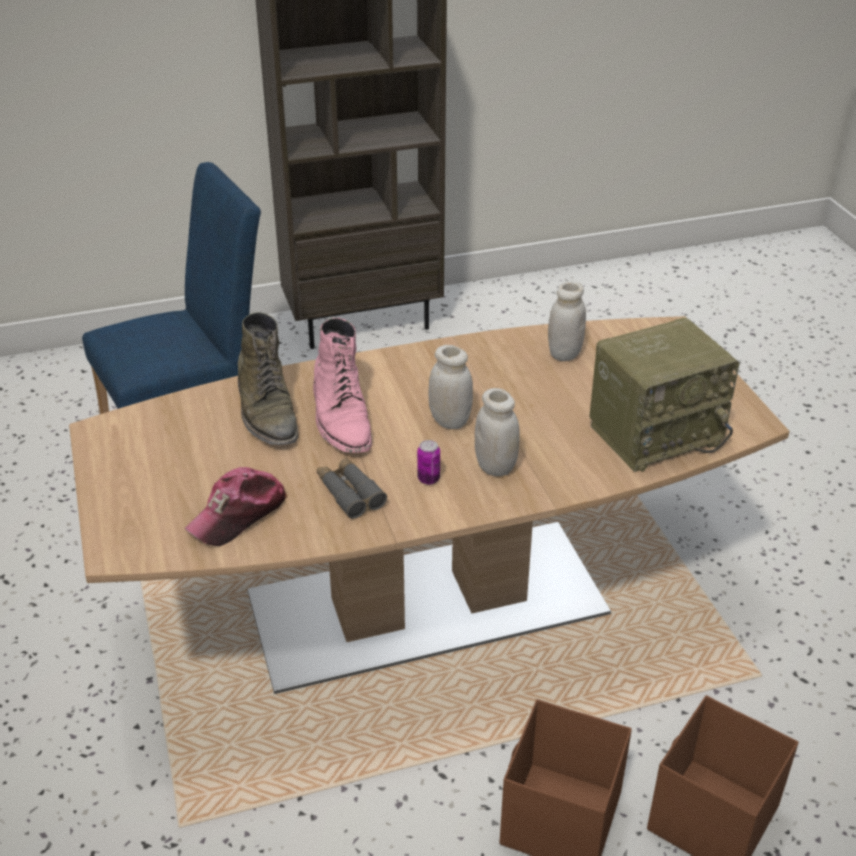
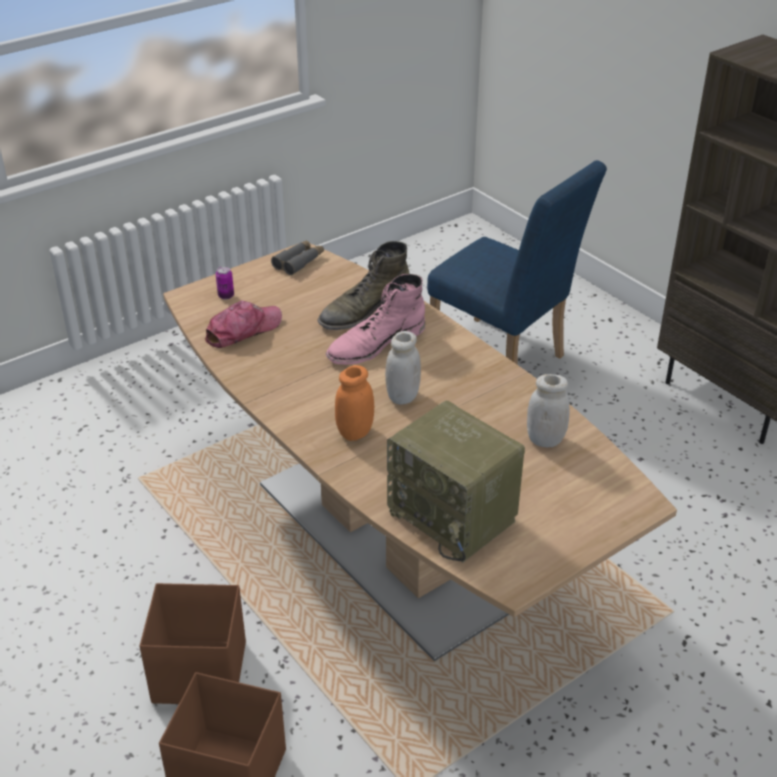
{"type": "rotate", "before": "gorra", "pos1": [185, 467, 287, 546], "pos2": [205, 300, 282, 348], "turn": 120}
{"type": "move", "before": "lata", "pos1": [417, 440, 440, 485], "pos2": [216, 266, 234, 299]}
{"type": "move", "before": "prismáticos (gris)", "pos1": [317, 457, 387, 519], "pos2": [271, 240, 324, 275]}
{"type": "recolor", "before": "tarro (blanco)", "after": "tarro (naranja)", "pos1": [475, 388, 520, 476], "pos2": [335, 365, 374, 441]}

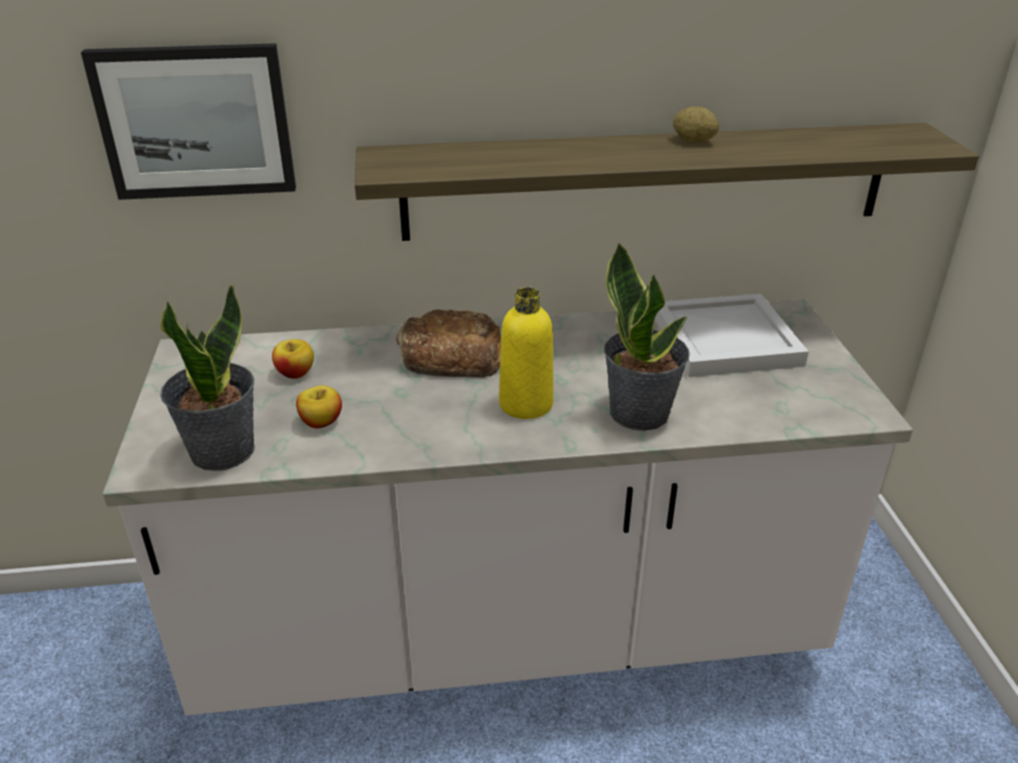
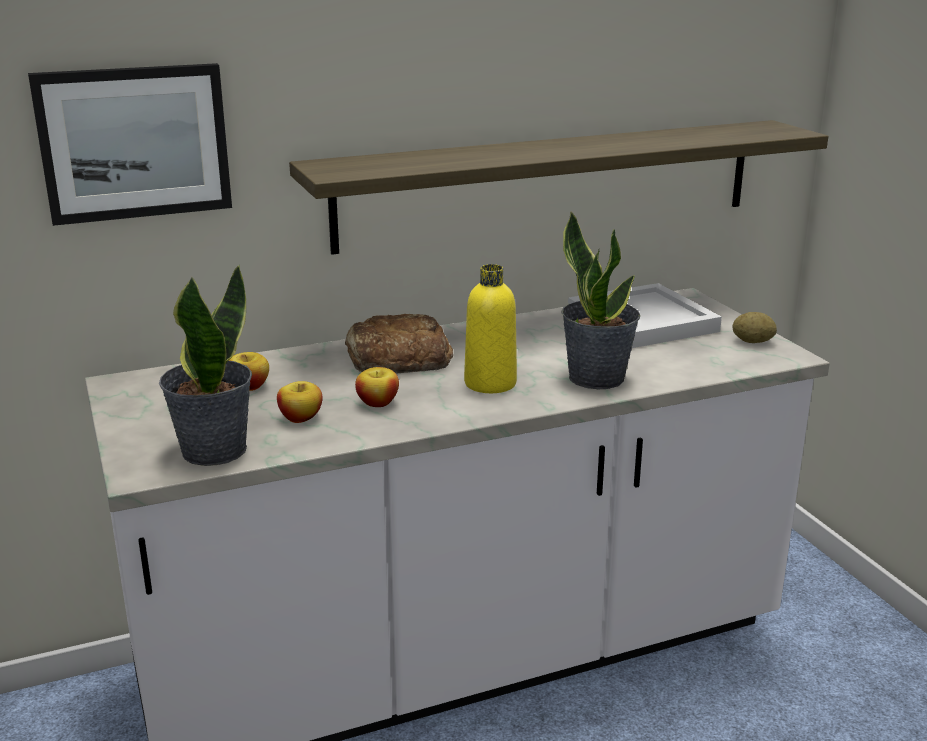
{"type": "insert", "after": "manzana", "pos2": [355, 367, 399, 407]}
{"type": "move", "before": "patata", "pos1": [673, 106, 719, 142], "pos2": [733, 312, 777, 343]}

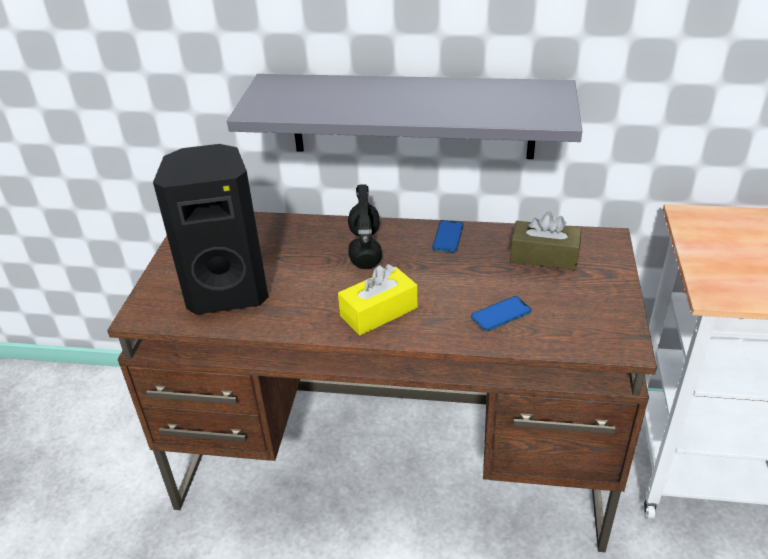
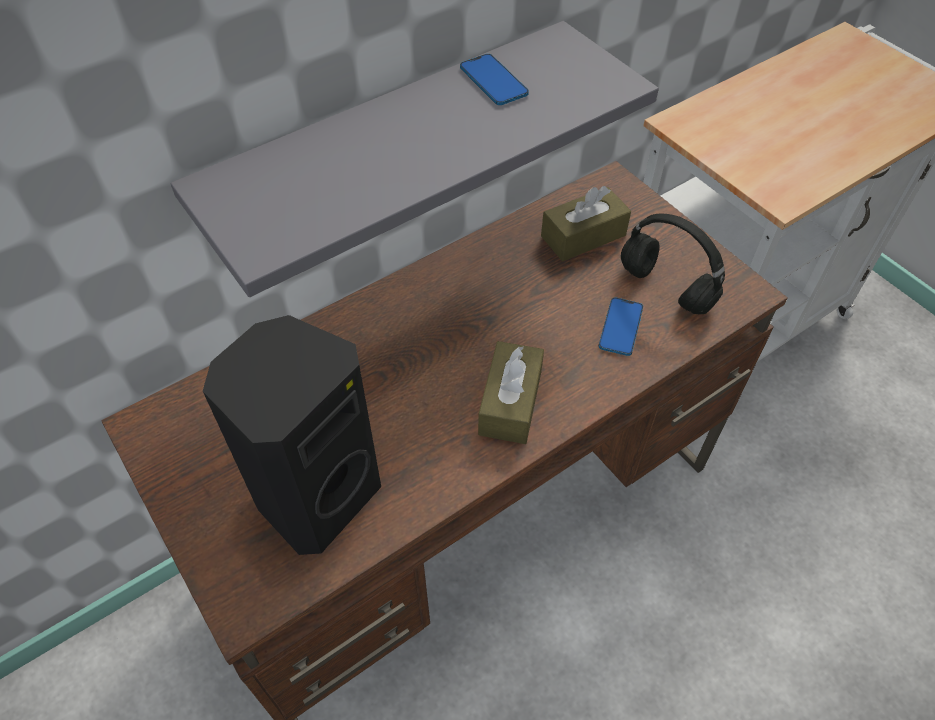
{"type": "move", "before": "móvil", "pos1": [432, 220, 464, 252], "pos2": [460, 54, 529, 105]}
{"type": "recolor", "before": "caja de pañuelos (amarillo)", "after": "caja de pañuelos (marrón)", "pos1": [338, 264, 418, 335], "pos2": [478, 341, 544, 444]}
{"type": "move", "before": "auriculares (negro)", "pos1": [348, 184, 382, 269], "pos2": [621, 213, 725, 314]}

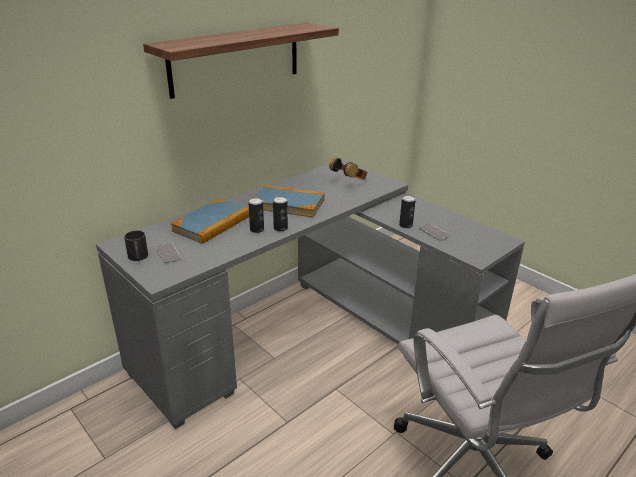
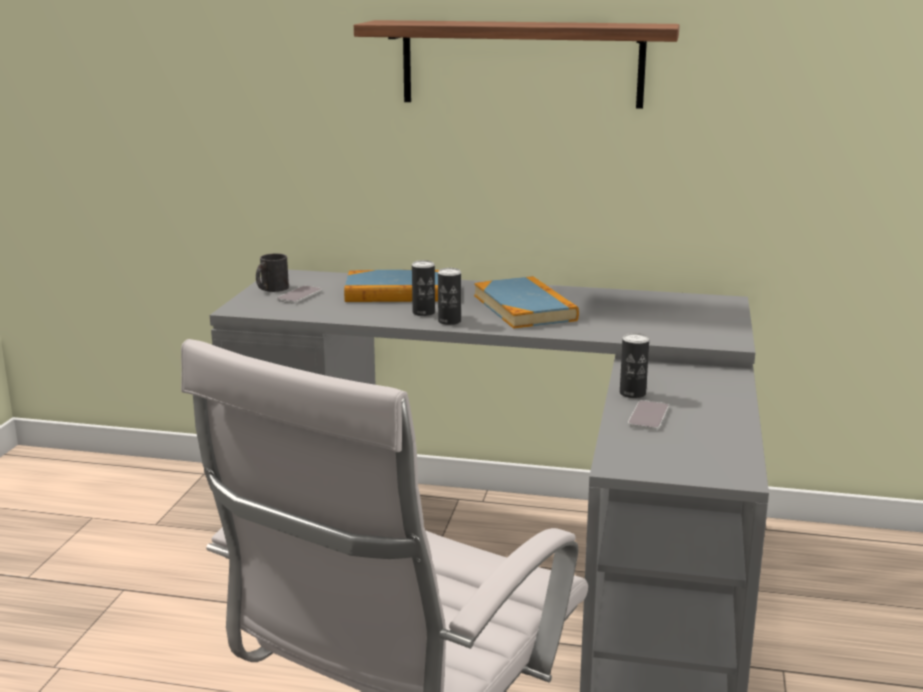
{"type": "delete", "before": "auriculares", "pos1": [329, 157, 367, 179]}

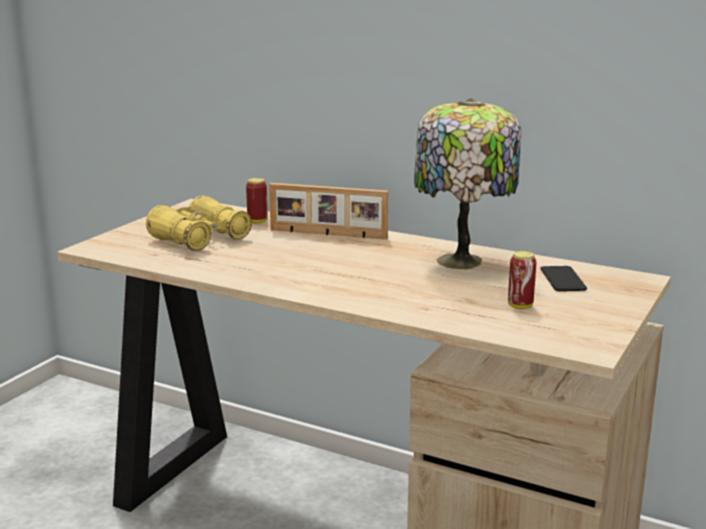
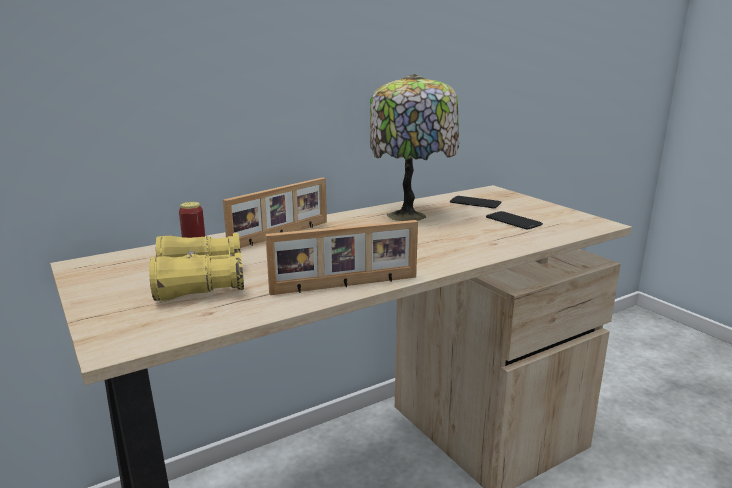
{"type": "insert", "after": "portarretratos", "pos2": [265, 220, 418, 295]}
{"type": "replace", "before": "lata", "after": "móvil", "pos1": [508, 251, 536, 309], "pos2": [486, 211, 543, 229]}

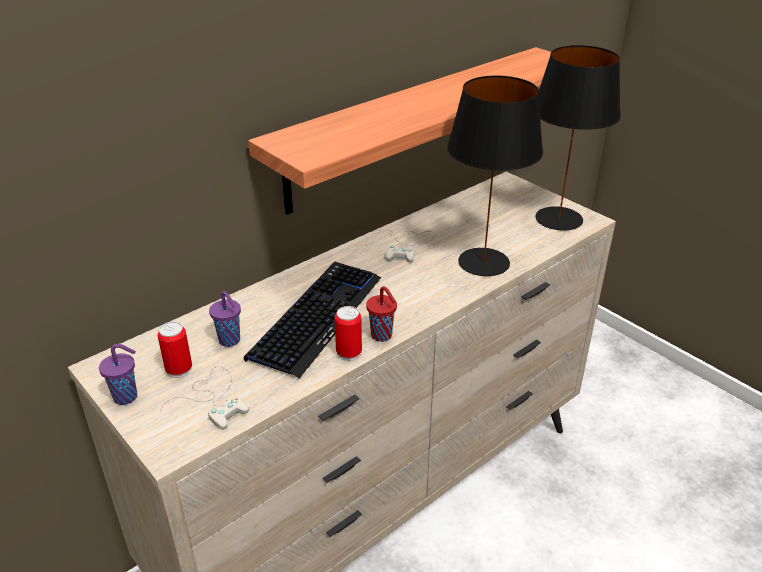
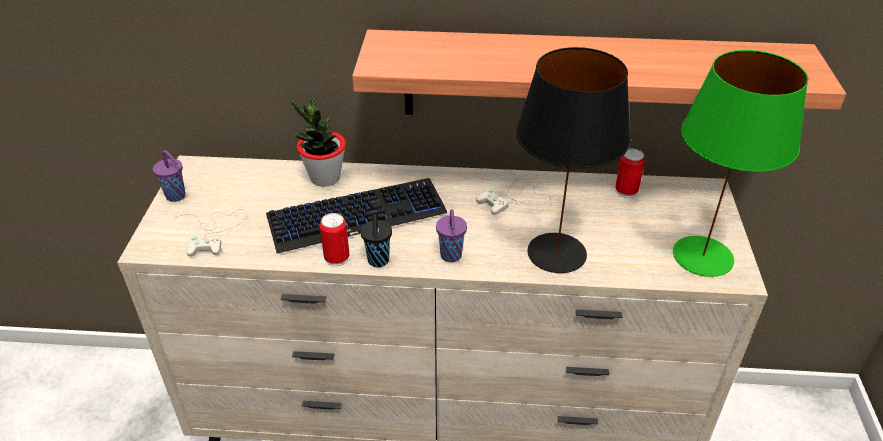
{"type": "insert", "after": "planta en maceta", "pos2": [291, 98, 346, 187]}
{"type": "recolor", "before": "taza (rojo)", "after": "taza (negro)", "pos1": [366, 286, 397, 342], "pos2": [361, 214, 392, 267]}
{"type": "move", "before": "taza (morado)", "pos1": [209, 291, 241, 347], "pos2": [436, 209, 467, 263]}
{"type": "move", "before": "lata", "pos1": [158, 322, 192, 378], "pos2": [615, 149, 645, 198]}
{"type": "recolor", "before": "lámpara de mesa (negro)", "after": "lámpara de mesa (verde)", "pos1": [535, 45, 621, 231], "pos2": [673, 50, 808, 277]}

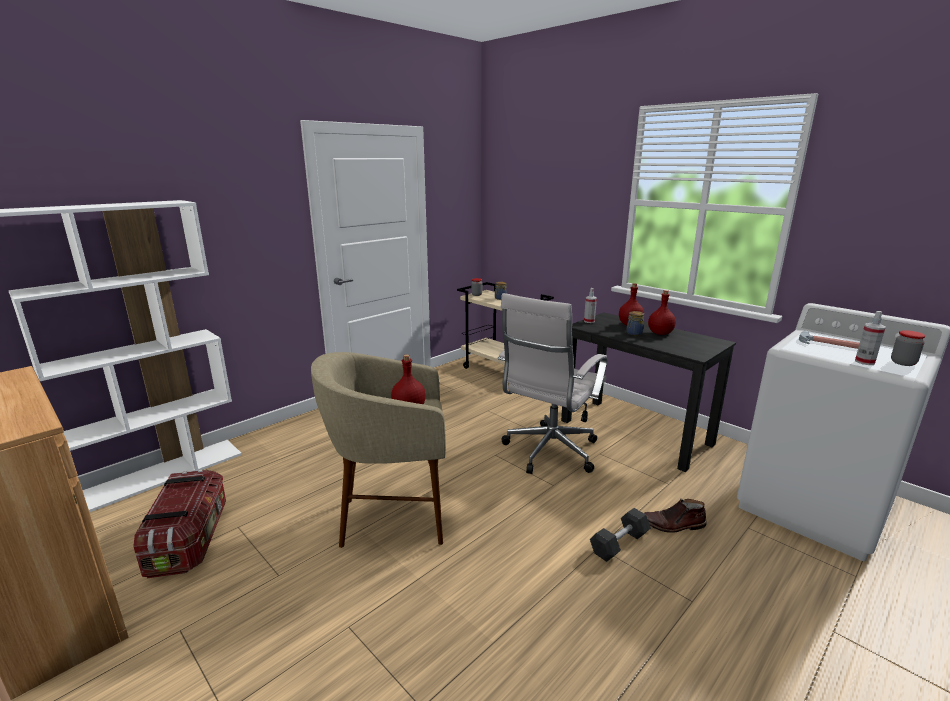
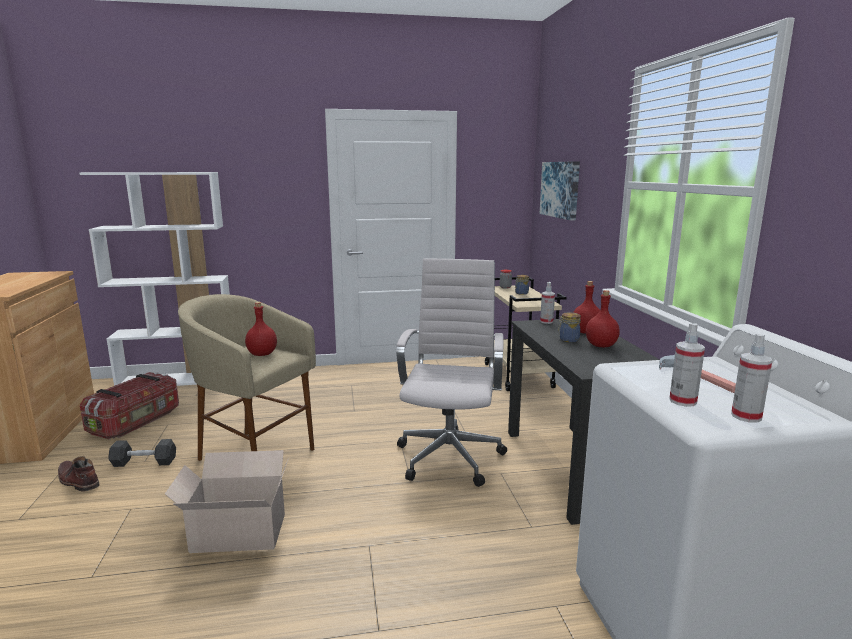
{"type": "move", "before": "bota (marrón)", "pos1": [644, 499, 707, 533], "pos2": [58, 456, 100, 492]}
{"type": "move", "before": "mancuerna (gris)", "pos1": [590, 508, 651, 562], "pos2": [108, 439, 176, 467]}
{"type": "insert", "after": "caja de cartón", "pos2": [165, 450, 289, 553]}
{"type": "rotate", "before": "silla de oficina (blanco)", "pos1": [497, 293, 607, 474], "pos2": [396, 258, 507, 487], "turn": 120}
{"type": "insert", "after": "cuadro", "pos2": [540, 161, 580, 221]}
{"type": "replace", "before": "tarro", "after": "pulverizador", "pos1": [891, 330, 926, 366], "pos2": [731, 334, 773, 423]}

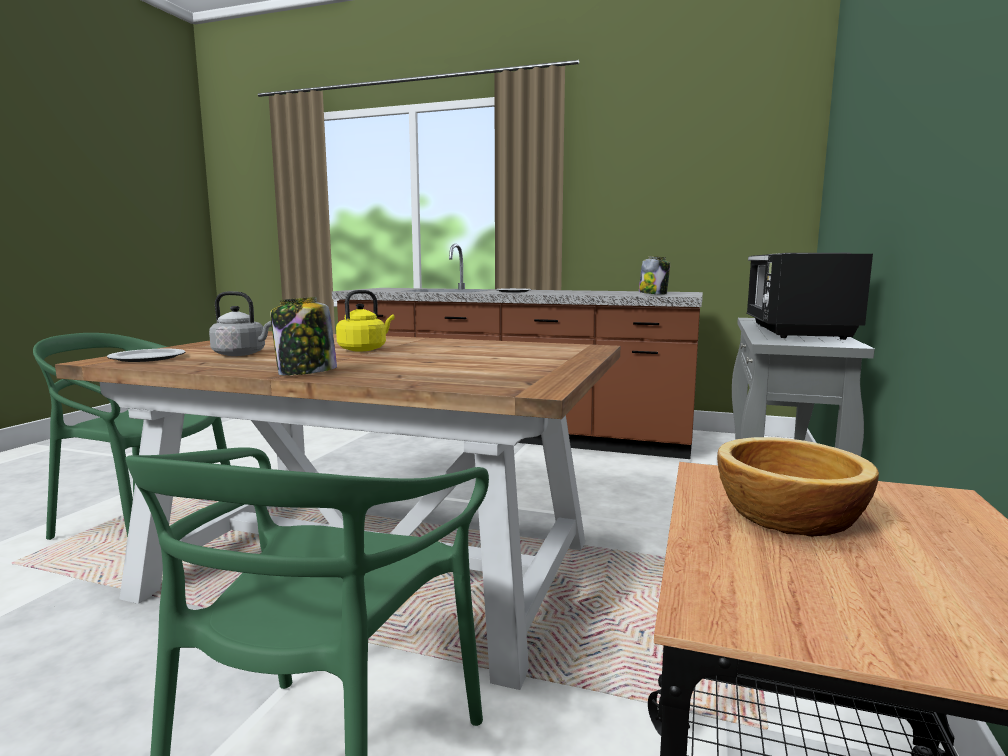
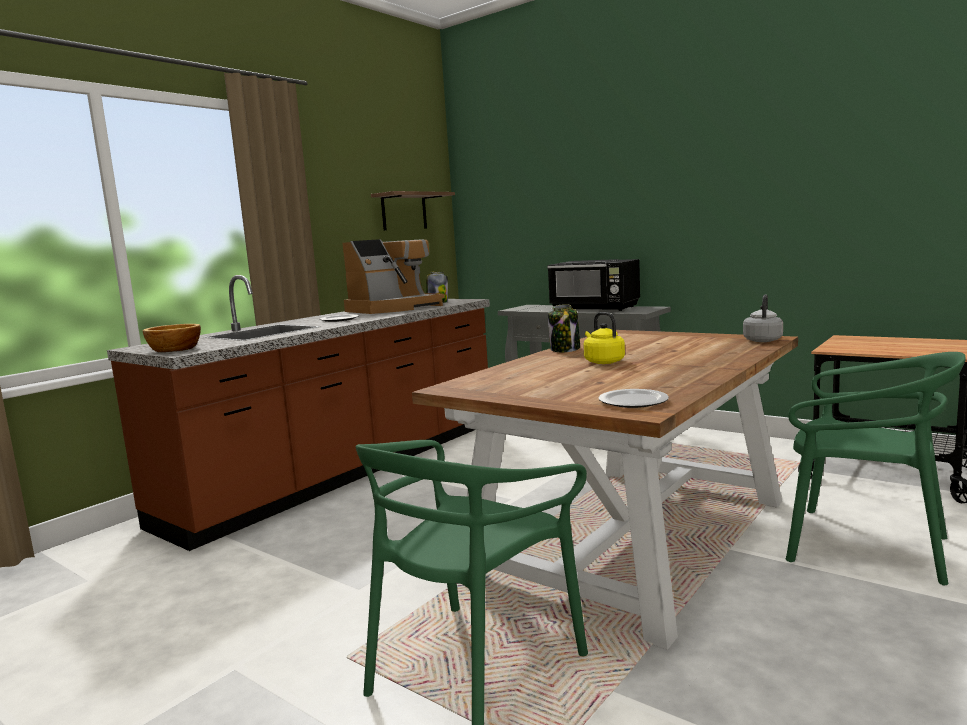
{"type": "move", "before": "cuenco", "pos1": [717, 437, 879, 537], "pos2": [143, 324, 201, 352]}
{"type": "insert", "after": "cafetera", "pos2": [342, 239, 445, 314]}
{"type": "insert", "after": "estante", "pos2": [371, 191, 455, 230]}
{"type": "move", "before": "tarro", "pos1": [270, 297, 337, 376], "pos2": [548, 304, 580, 352]}
{"type": "move", "before": "hervidor (gris)", "pos1": [209, 291, 271, 356], "pos2": [743, 294, 783, 342]}

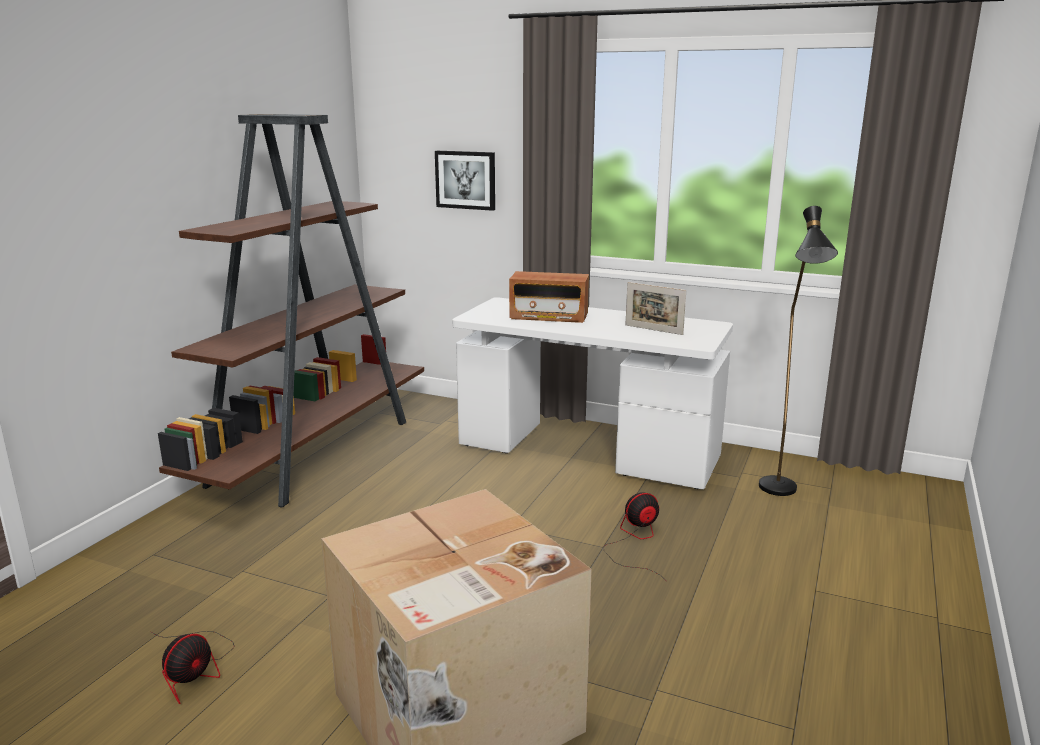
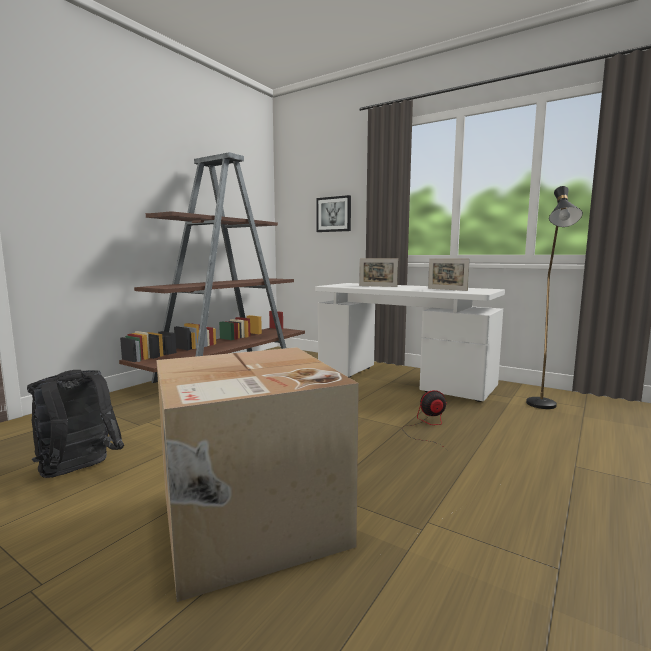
{"type": "replace", "before": "ventilador", "after": "mochila (negro)", "pos1": [151, 631, 234, 704], "pos2": [27, 370, 124, 478]}
{"type": "replace", "before": "radio", "after": "portarretratos", "pos1": [509, 271, 589, 323], "pos2": [359, 258, 398, 287]}

